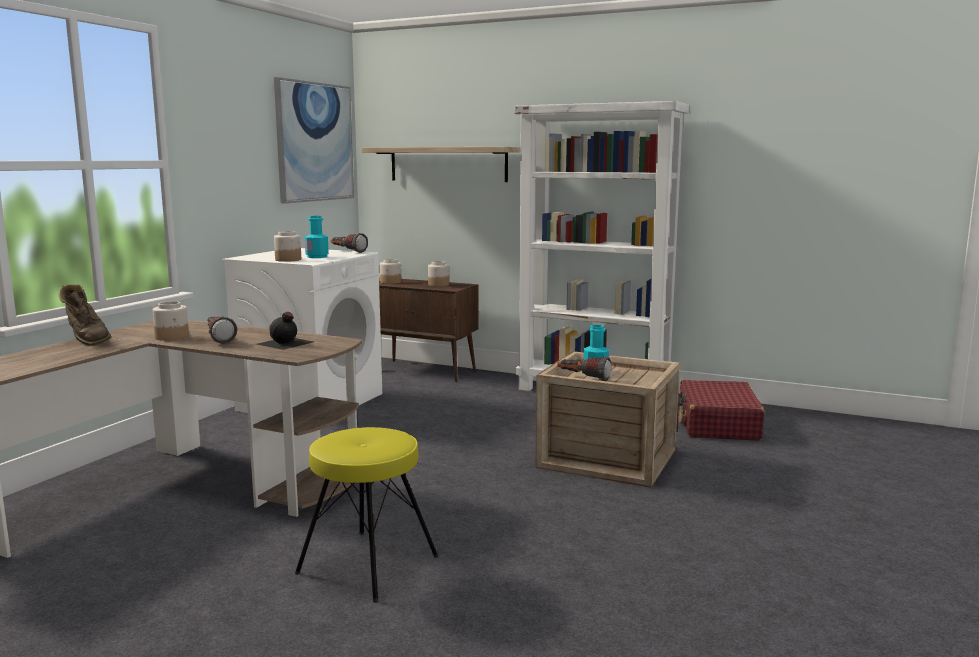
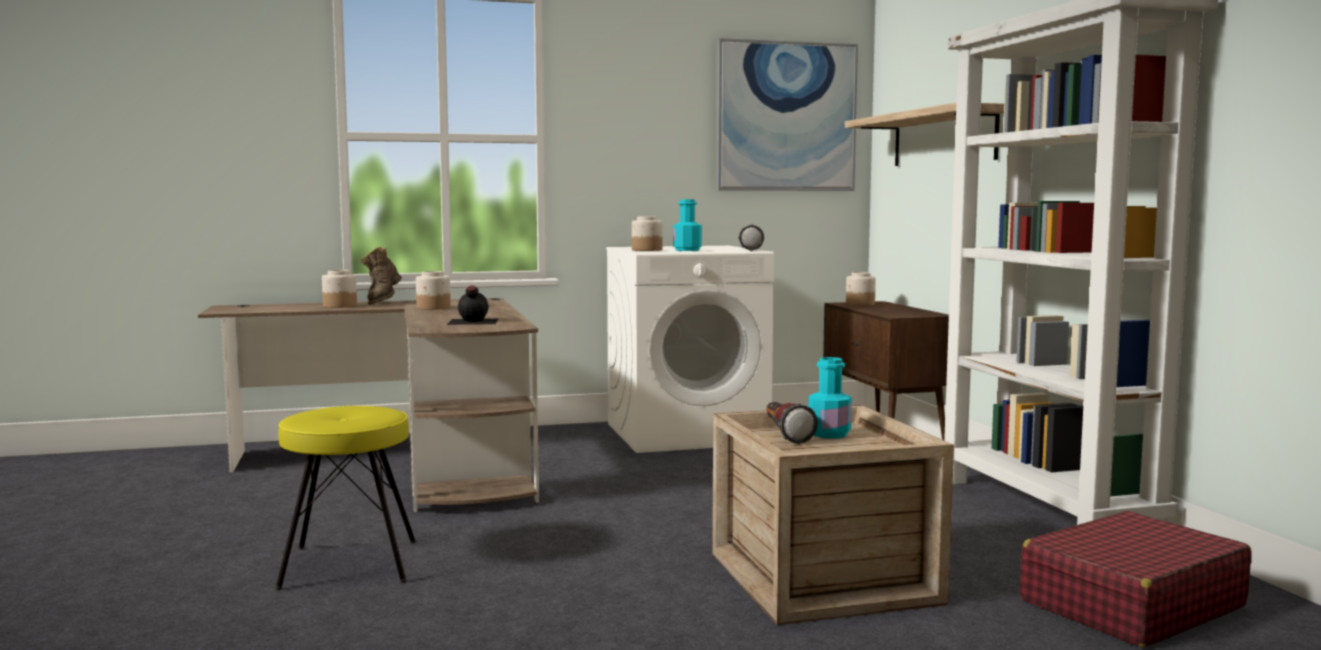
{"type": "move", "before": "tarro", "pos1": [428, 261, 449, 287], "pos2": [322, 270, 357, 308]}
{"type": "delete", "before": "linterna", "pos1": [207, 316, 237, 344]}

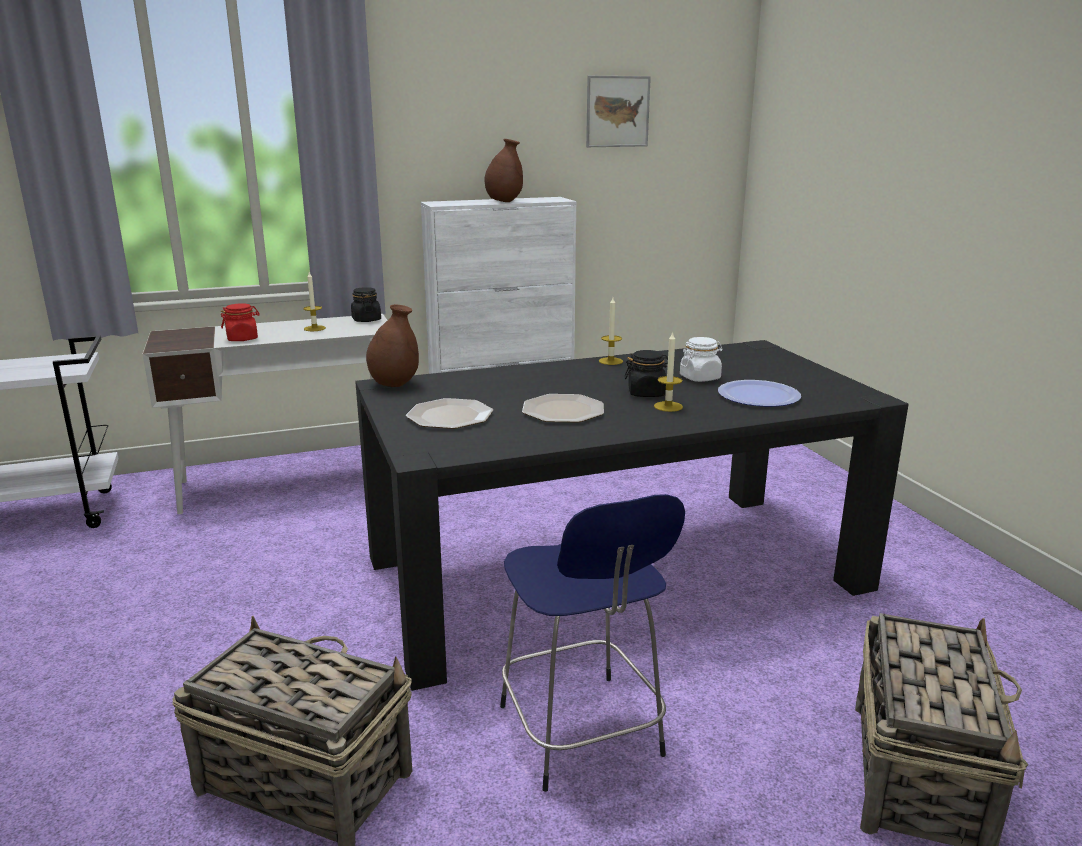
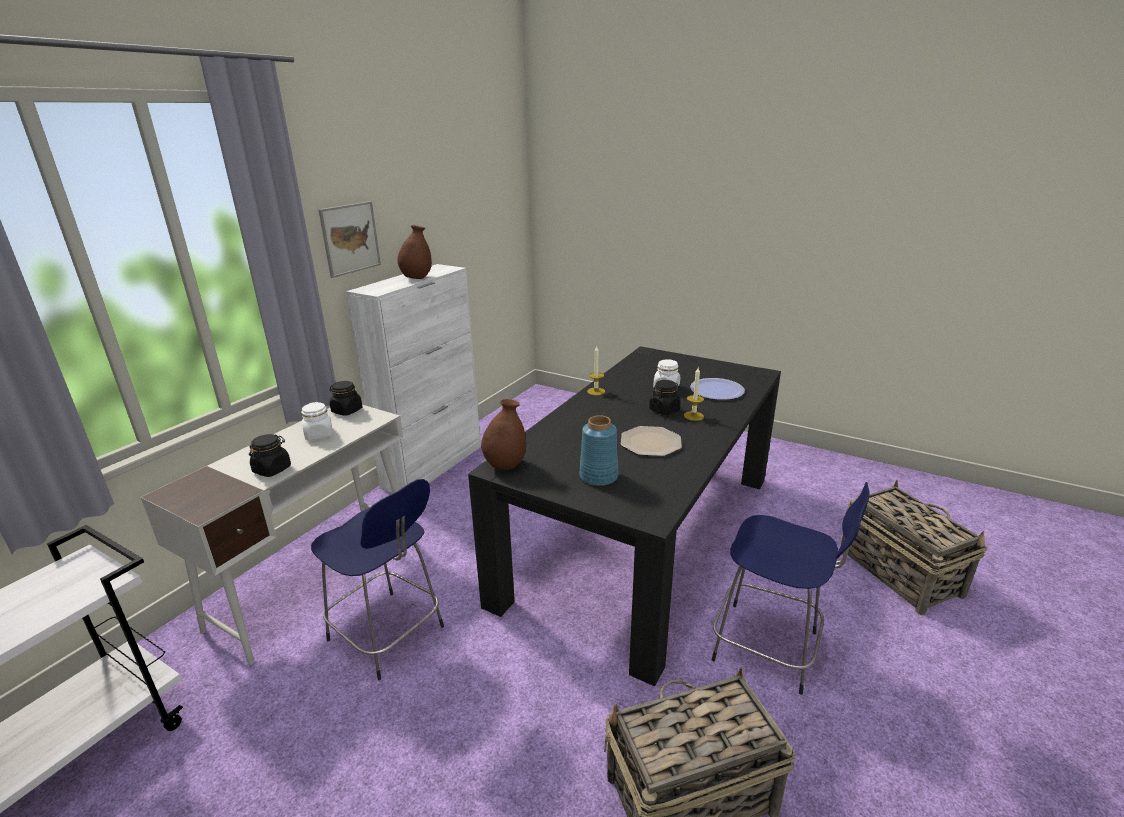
{"type": "recolor", "before": "tarro (rojo)", "after": "tarro (negro)", "pos1": [221, 303, 260, 341], "pos2": [249, 434, 291, 477]}
{"type": "replace", "before": "vela", "after": "tarro (blanco)", "pos1": [303, 272, 326, 331], "pos2": [301, 402, 333, 440]}
{"type": "insert", "after": "taburete (azul)", "pos2": [311, 479, 444, 680]}
{"type": "move", "before": "cuadro", "pos1": [586, 76, 651, 147], "pos2": [318, 201, 381, 278]}
{"type": "replace", "before": "plato", "after": "florero (azul)", "pos1": [406, 398, 493, 429], "pos2": [580, 415, 618, 486]}

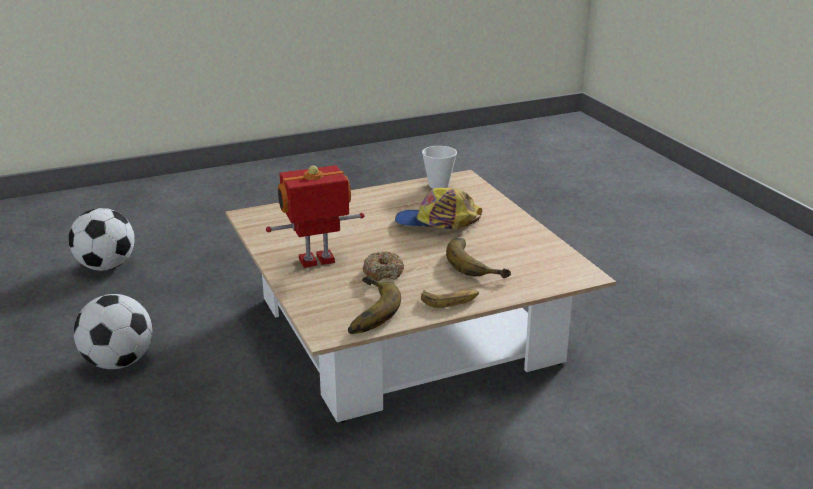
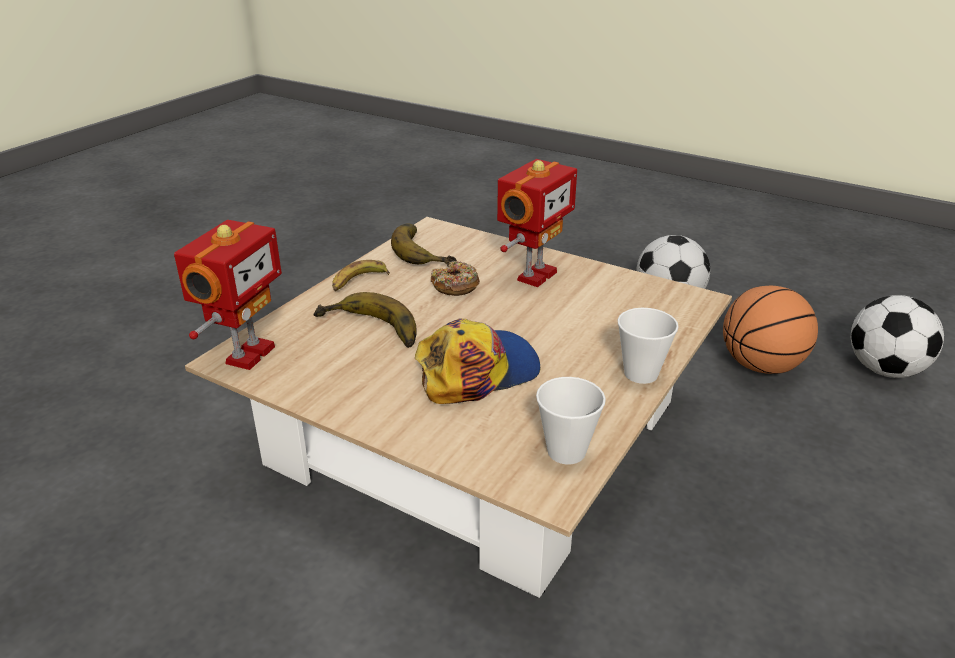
{"type": "insert", "after": "robot de juguete", "pos2": [174, 220, 282, 370]}
{"type": "insert", "after": "taza", "pos2": [618, 308, 679, 384]}
{"type": "insert", "after": "balón de baloncesto", "pos2": [723, 286, 818, 374]}

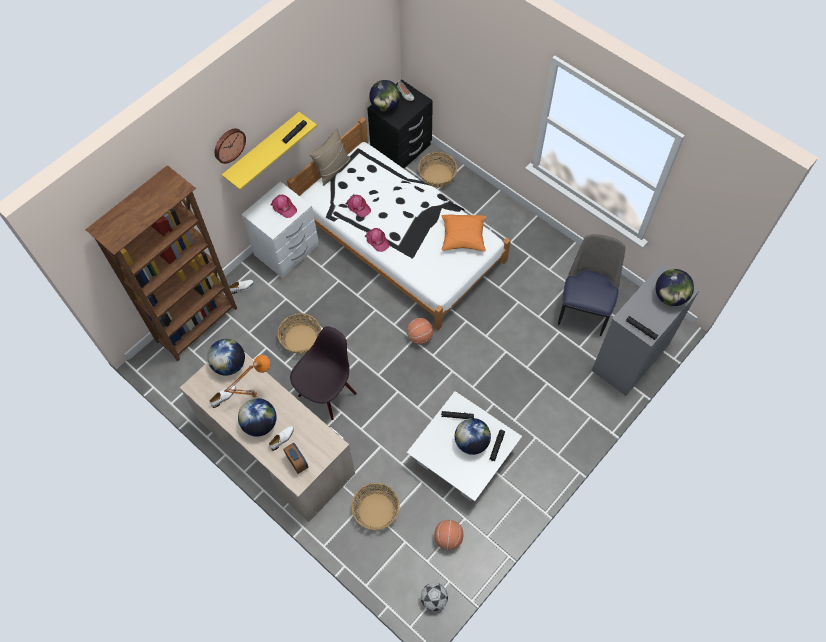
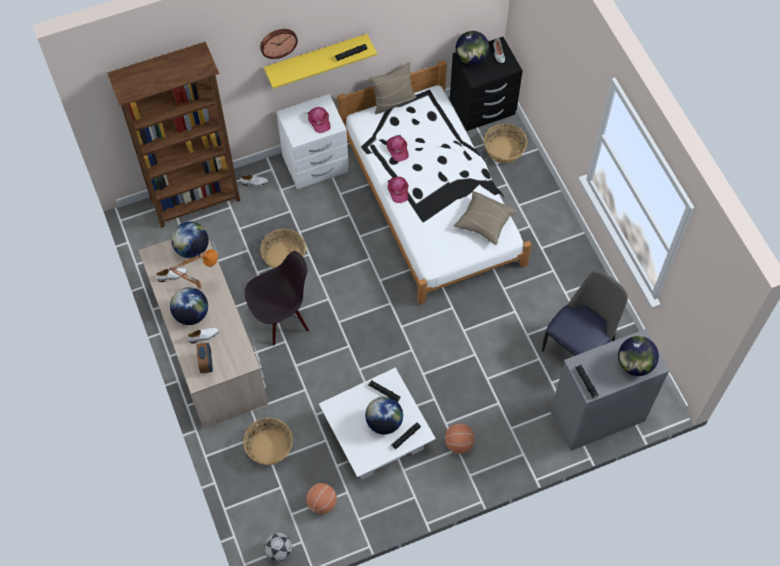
{"type": "move", "before": "balón de baloncesto", "pos1": [407, 318, 433, 345], "pos2": [445, 424, 475, 454]}
{"type": "recolor", "before": "cojín (naranja)", "after": "cojín (beis)", "pos1": [442, 215, 486, 251], "pos2": [454, 191, 517, 245]}

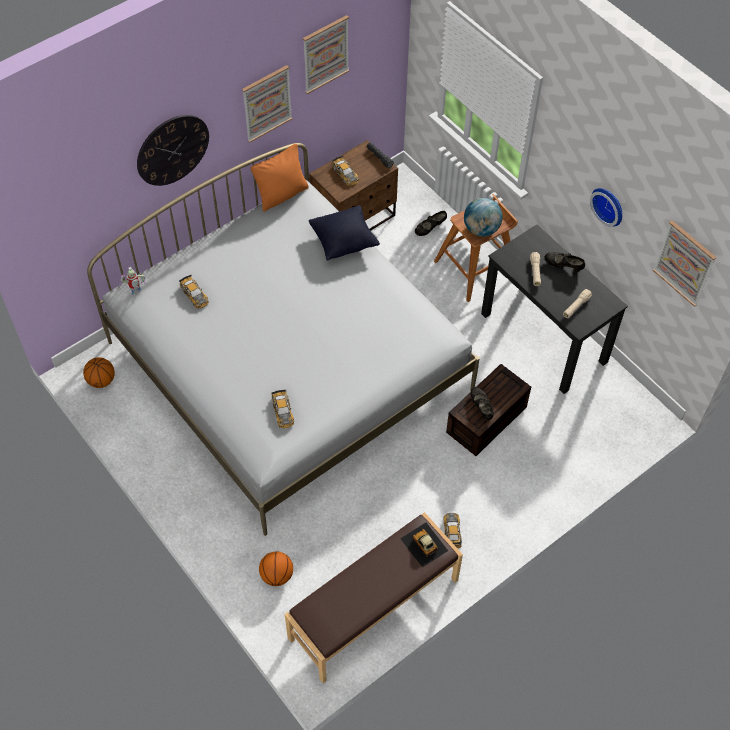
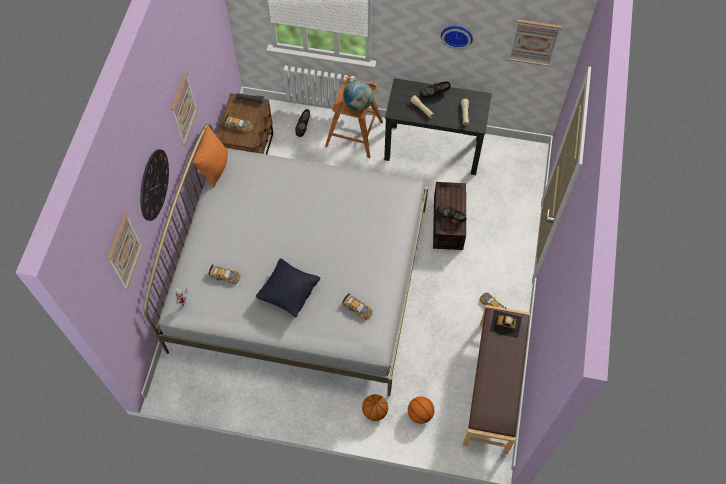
{"type": "move", "before": "cuadro", "pos1": [303, 15, 349, 94], "pos2": [107, 213, 143, 289]}
{"type": "move", "before": "cojín (negro)", "pos1": [309, 205, 380, 261], "pos2": [256, 258, 320, 318]}
{"type": "move", "before": "balón de baloncesto", "pos1": [83, 357, 115, 388], "pos2": [362, 394, 388, 421]}

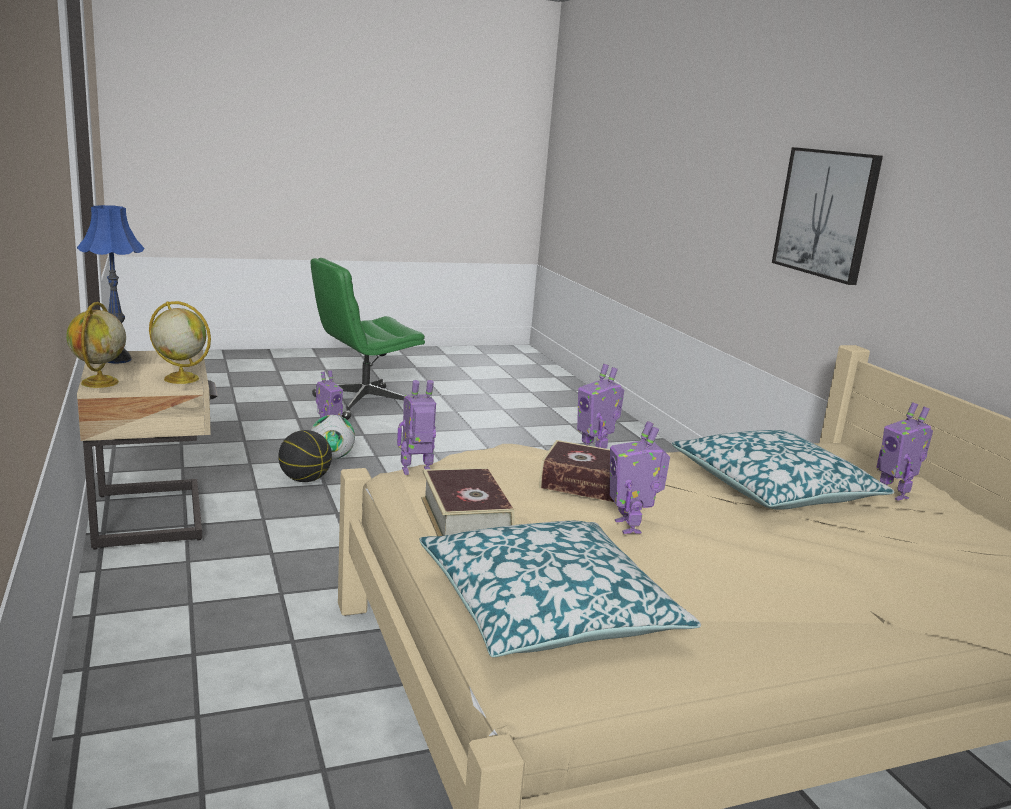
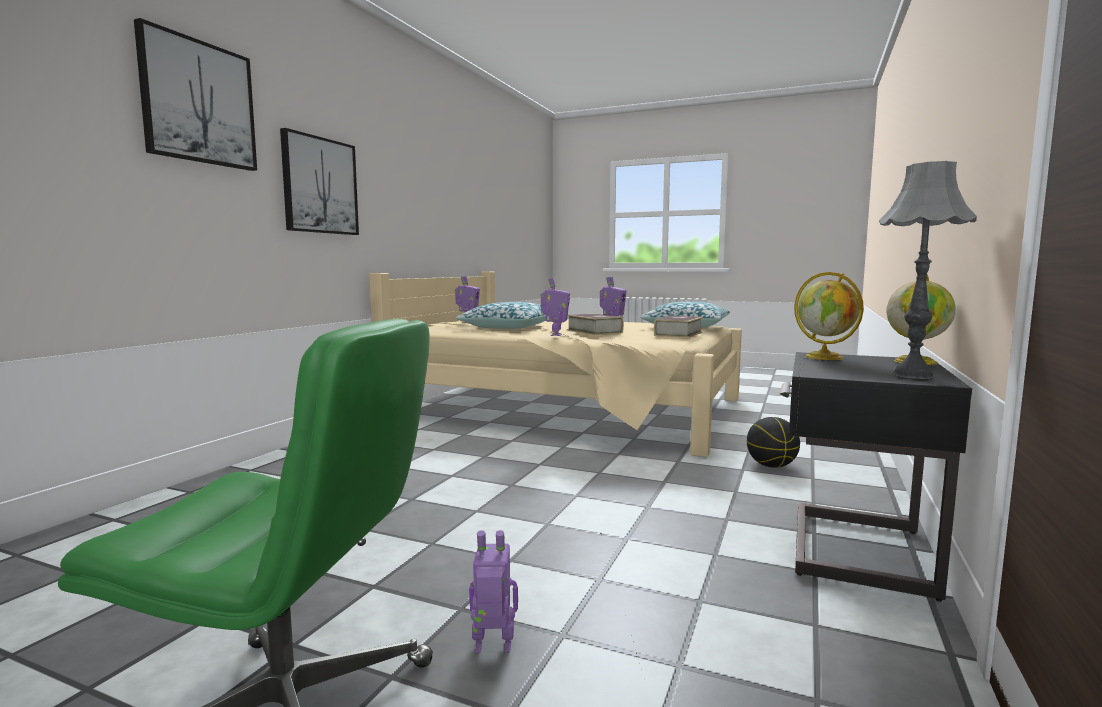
{"type": "insert", "after": "cuadro", "pos2": [134, 18, 257, 171]}
{"type": "move", "before": "balón de baloncesto", "pos1": [278, 430, 332, 482], "pos2": [747, 417, 800, 468]}
{"type": "recolor", "before": "mesita de noche (beis)", "after": "mesita de noche (negro)", "pos1": [77, 350, 217, 550], "pos2": [780, 352, 972, 602]}
{"type": "recolor", "before": "lámpara de mesa (azul)", "after": "lámpara de mesa (gris)", "pos1": [77, 205, 144, 363], "pos2": [879, 161, 977, 379]}
{"type": "delete", "before": "balón de fútbol", "pos1": [311, 415, 355, 459]}
{"type": "delete", "before": "robot de juguete", "pos1": [397, 380, 436, 475]}

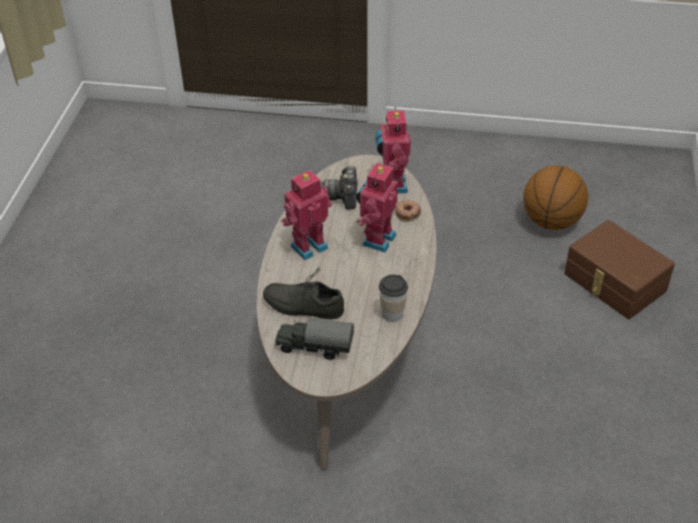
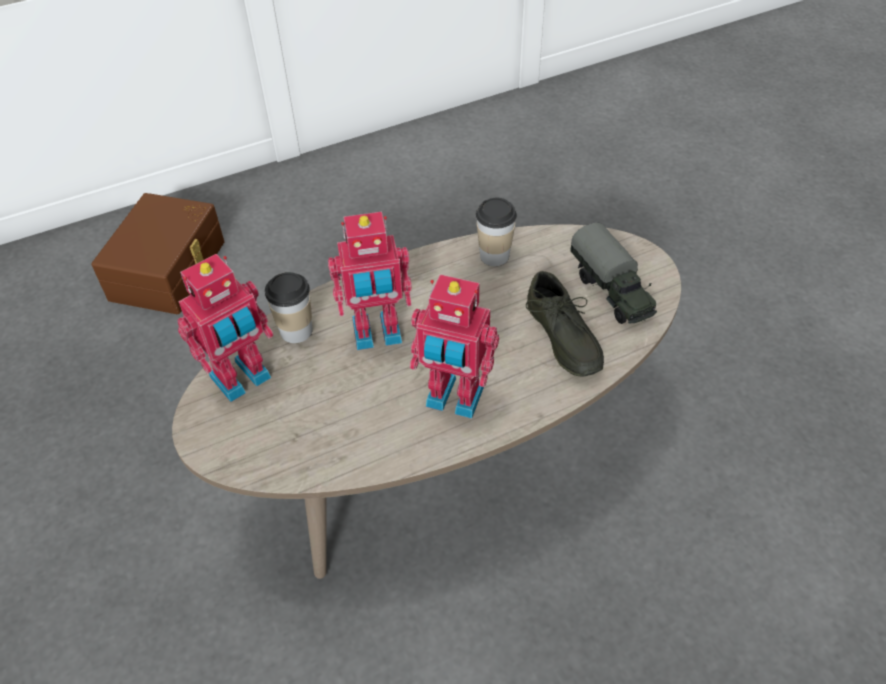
{"type": "replace", "before": "rosquilla", "after": "taza", "pos1": [395, 200, 421, 222], "pos2": [265, 272, 313, 343]}
{"type": "delete", "before": "cámara", "pos1": [321, 166, 358, 209]}
{"type": "delete", "before": "balón de baloncesto", "pos1": [523, 166, 588, 230]}

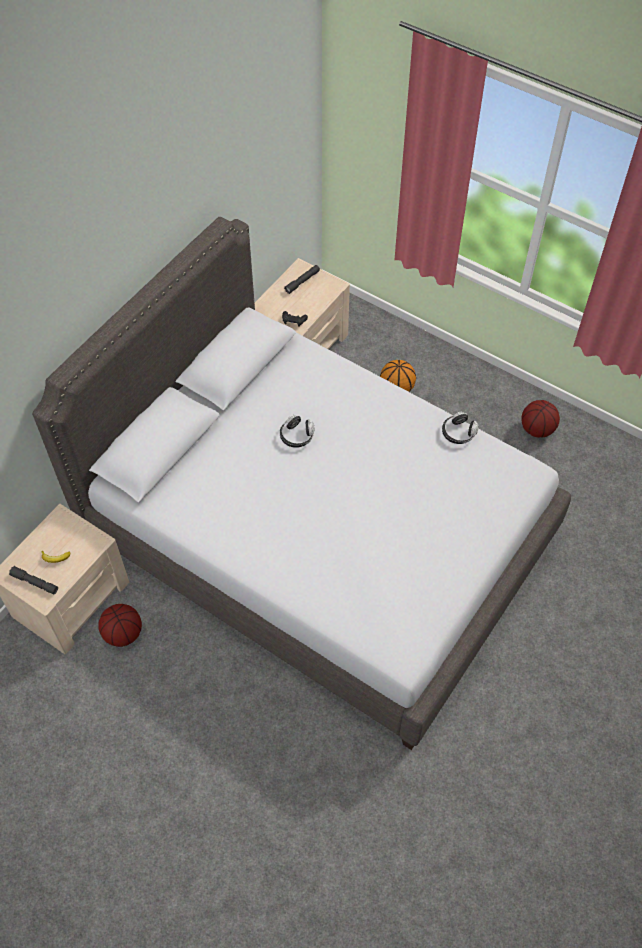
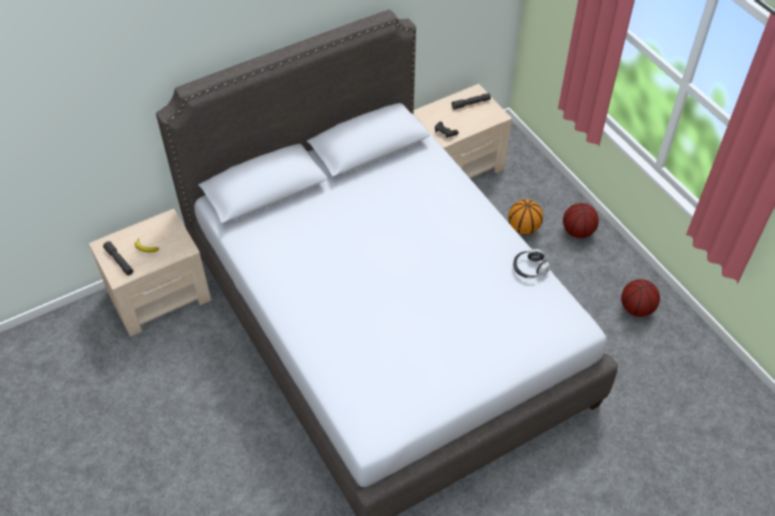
{"type": "move", "before": "balón de baloncesto", "pos1": [98, 604, 142, 647], "pos2": [563, 203, 599, 238]}
{"type": "delete", "before": "auriculares", "pos1": [280, 415, 314, 448]}

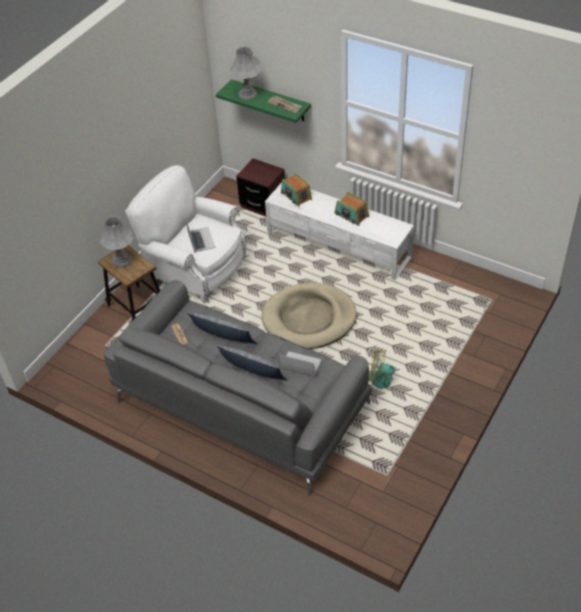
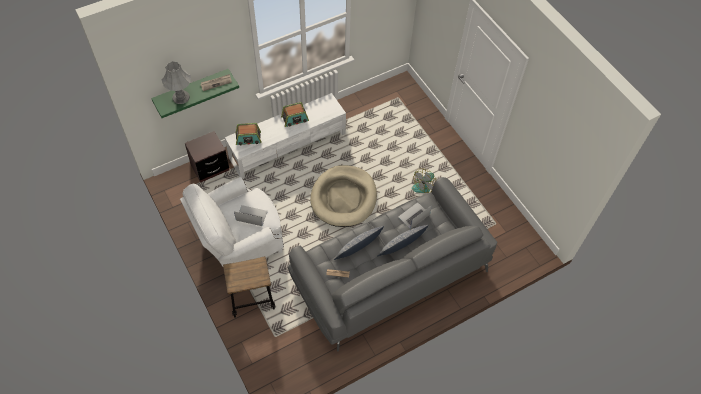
{"type": "delete", "before": "lámpara de mesa (gris)", "pos1": [100, 216, 134, 267]}

